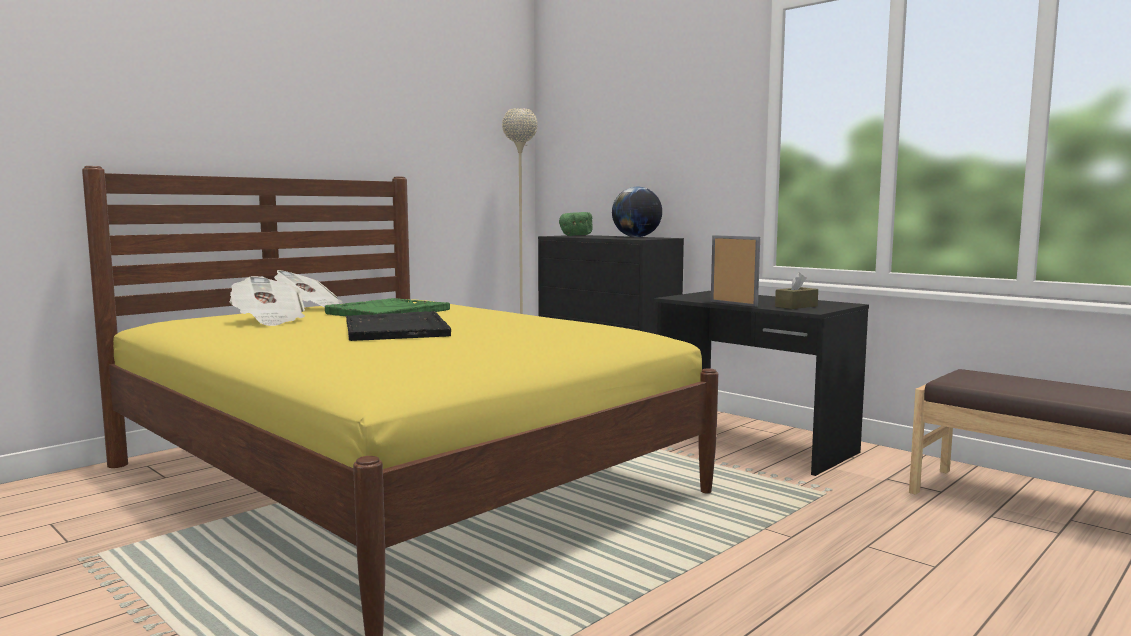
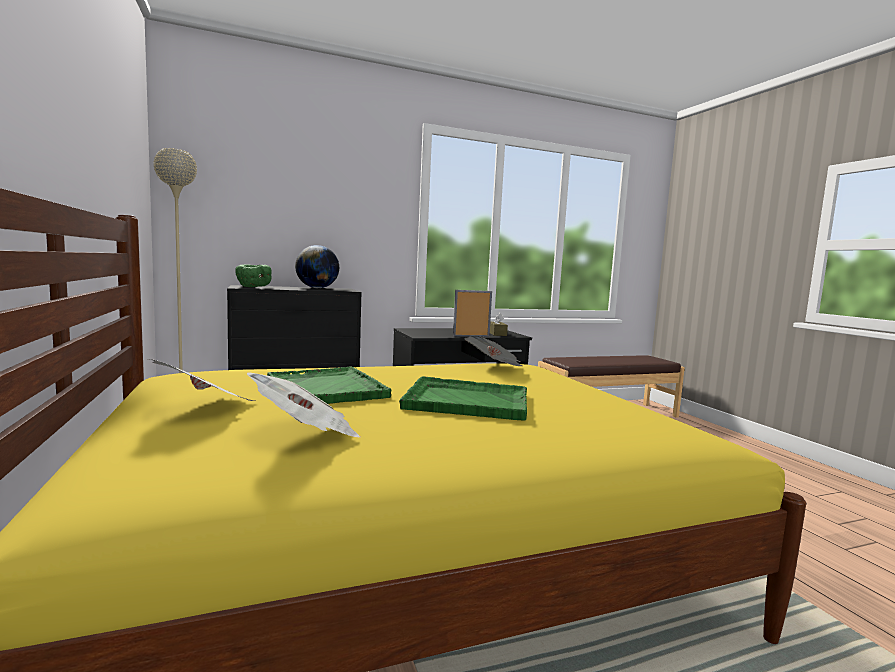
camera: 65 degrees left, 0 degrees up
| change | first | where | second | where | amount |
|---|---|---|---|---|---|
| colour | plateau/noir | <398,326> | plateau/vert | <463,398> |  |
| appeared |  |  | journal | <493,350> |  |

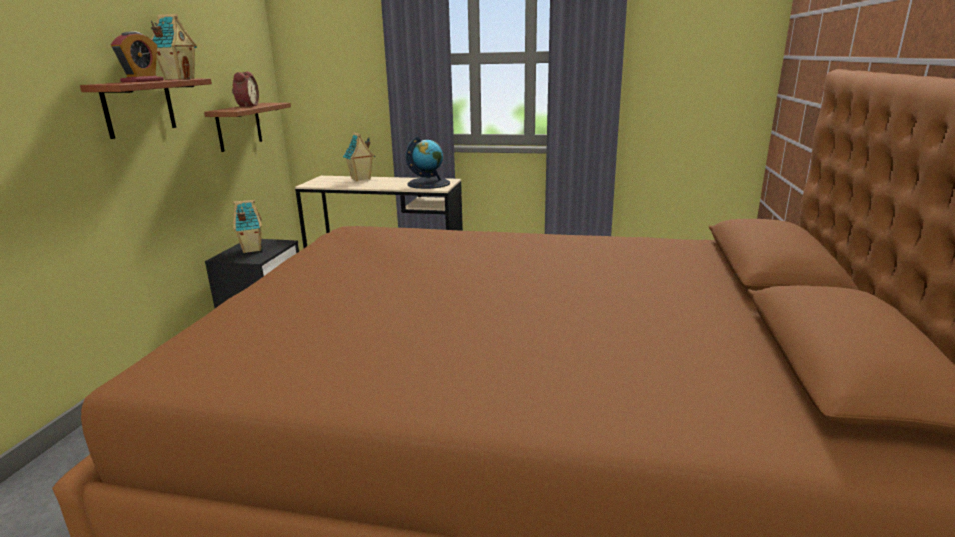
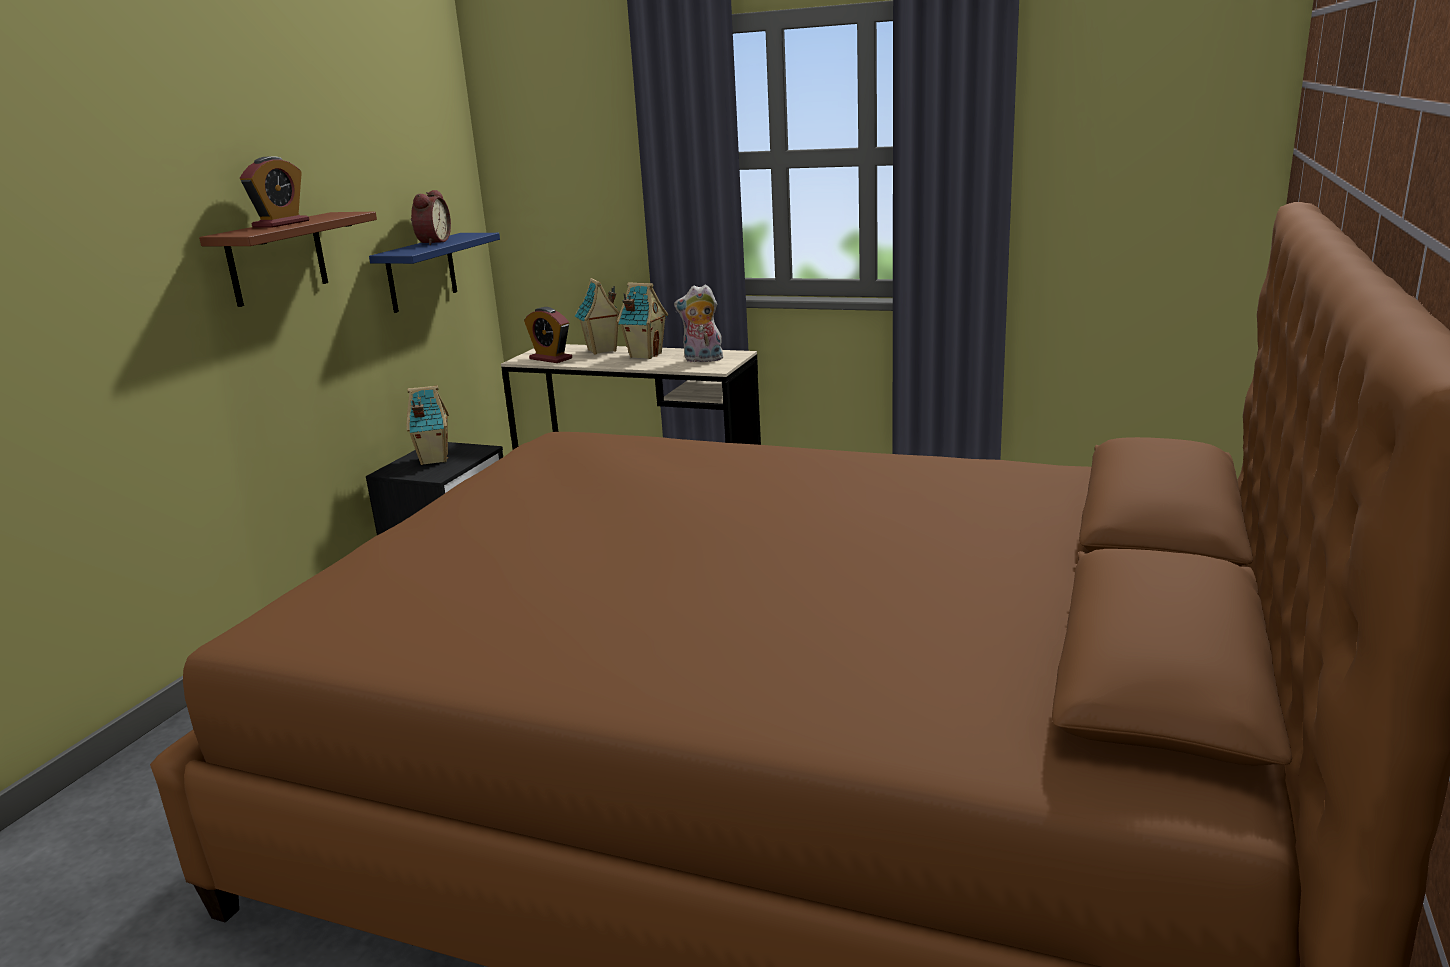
camera: 10 degrees right, 0 degrees up
| change | first | where | second | where | amount |
|---|---|---|---|---|---|
| relocated | maison miniature | <174,46> |  | <642,320> |  |
| colour | étagère/marron | <247,127> | étagère/bleu | <434,273> |  |
| exchanged | globe | <428,162> | peluche | <700,323> |  |
| appeared |  |  | réveil | <548,335> |  |

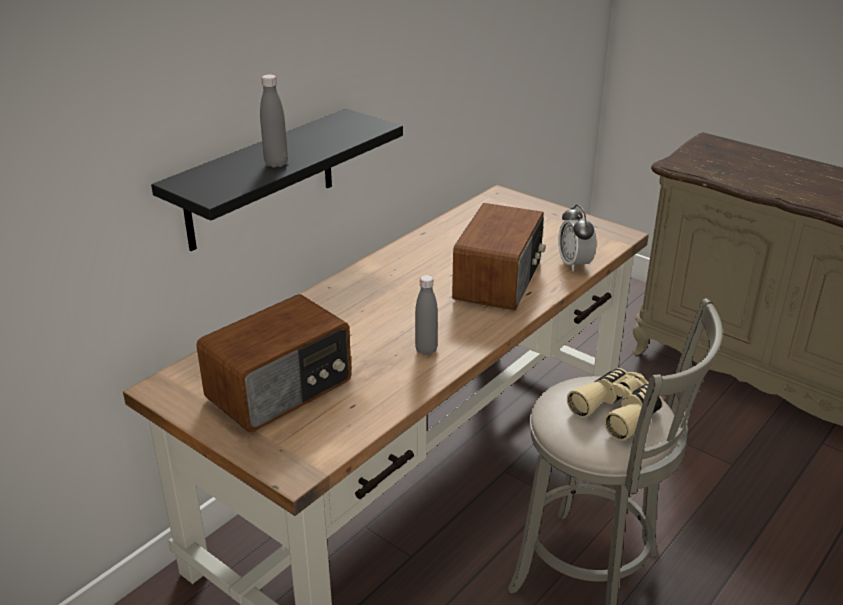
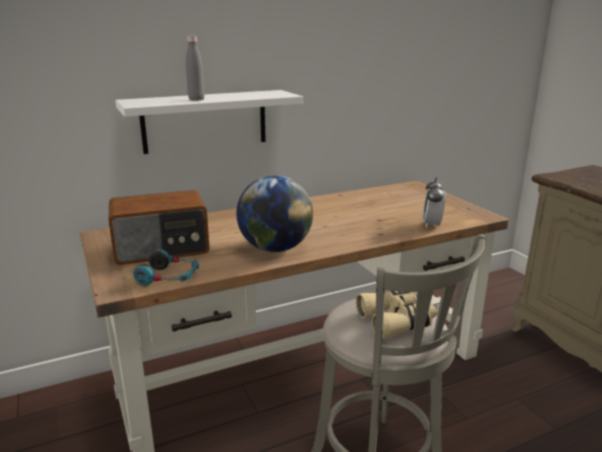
camera: 25 degrees right, 10 degrees down
| change | first | where | second | where | amount |
|---|---|---|---|---|---|
| colour | étagère/noir | <277,180> | étagère/blanc | <209,122> |  |
| missing | radio | <499,256> |  |  |  |
| exchanged | bouteille/gris | <426,315> | globe | <274,213> |  |
| appeared |  |  | casque audio | <166,267> |  |

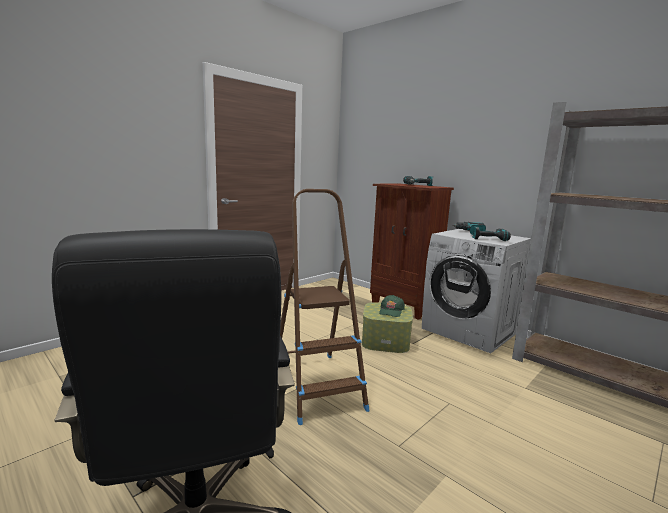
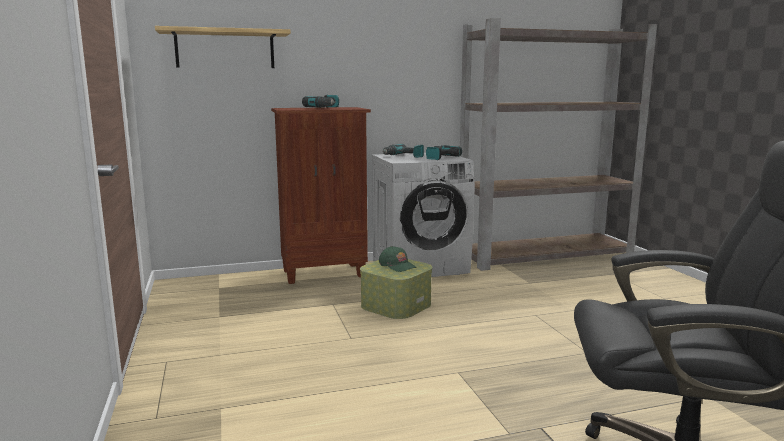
camera: 60 degrees left, 0 degrees up
| change | first | where | second | where | amount |
|---|---|---|---|---|---|
| missing | escabeau/marron | <325,307> |  |  |  |
| appeared |  |  | étagère | <223,47> |  |

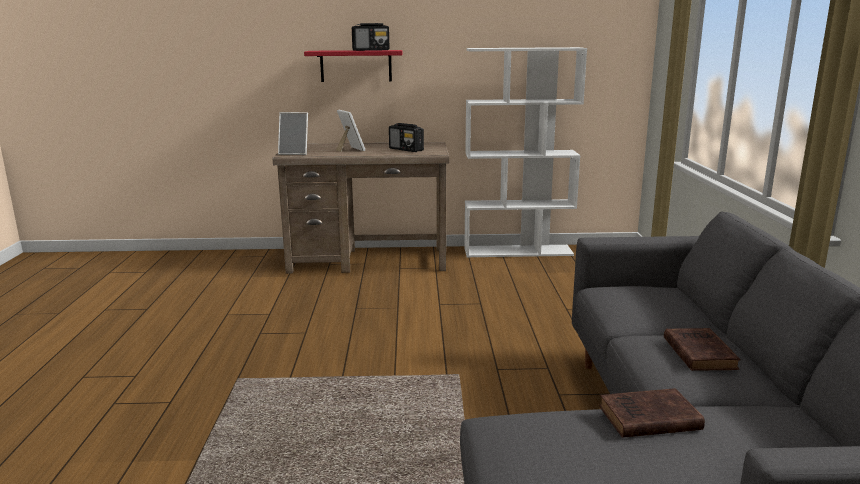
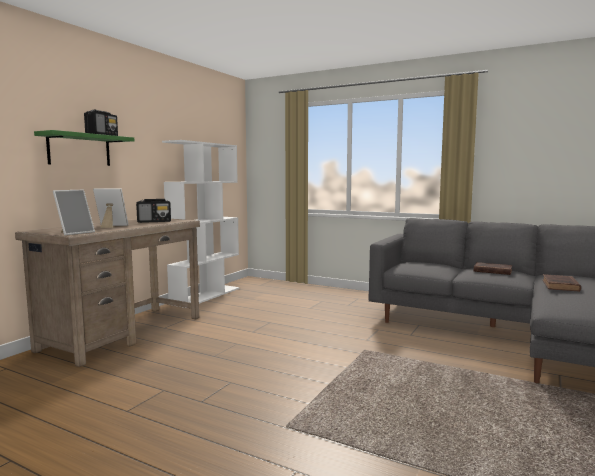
camera: 60 degrees left, 10 degrees down
| change | first | where | second | where | amount |
|---|---|---|---|---|---|
| colour | étagère/rouge | <353,66> | étagère/vert | <84,148> |  |

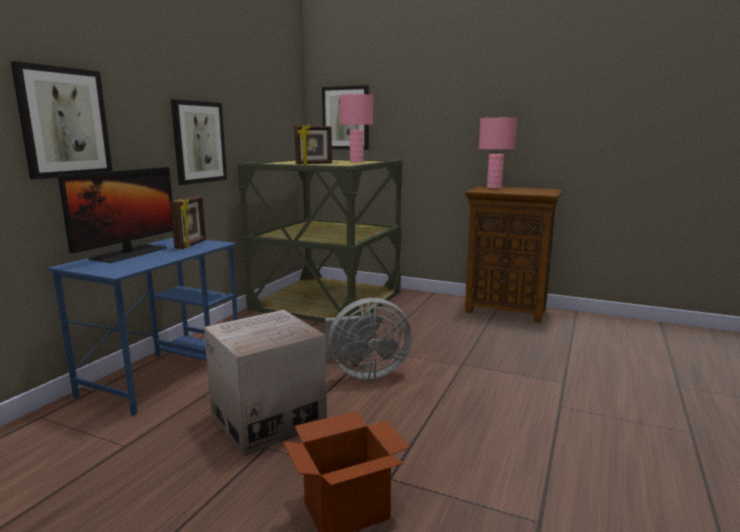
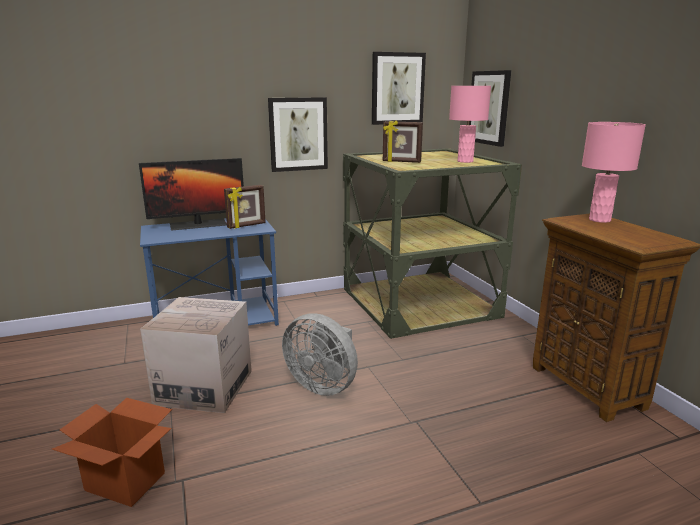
camera: 45 degrees right, 5 degrees up
| change | first | where | second | where | amount |
|---|---|---|---|---|---|
| relocated | tableau | <61,120> |  | <399,88> |  |

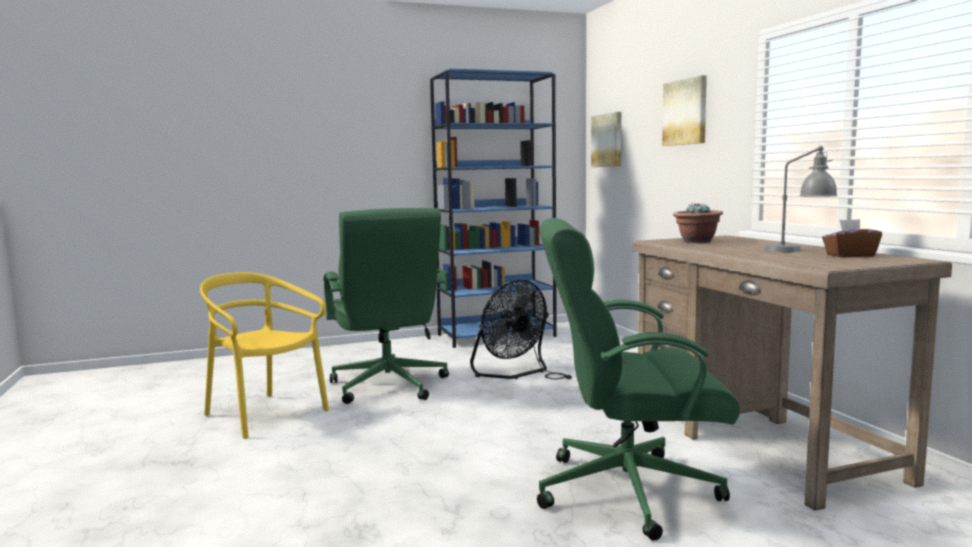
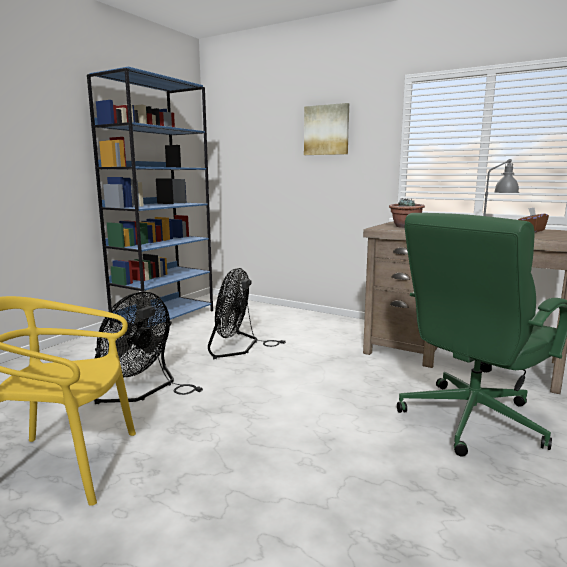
camera: 40 degrees left, 5 degrees up
| change | first | where | second | where | amount |
|---|---|---|---|---|---|
| missing | tableau | <606,139> |  |  |  |
| exchanged | chaise de bureau/vert | <386,306> | ventilateur/noir | <149,348> |  |

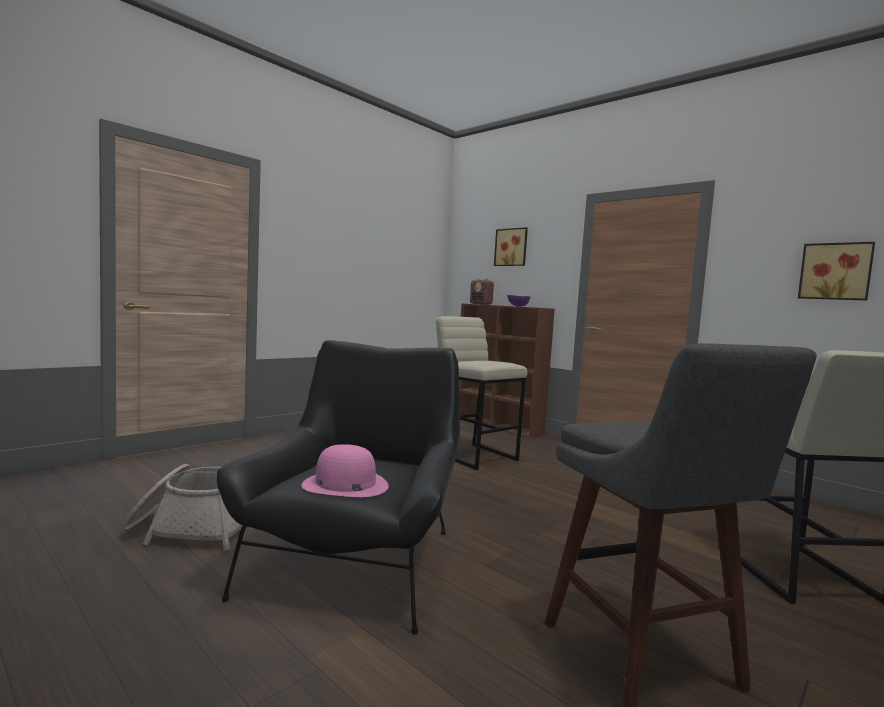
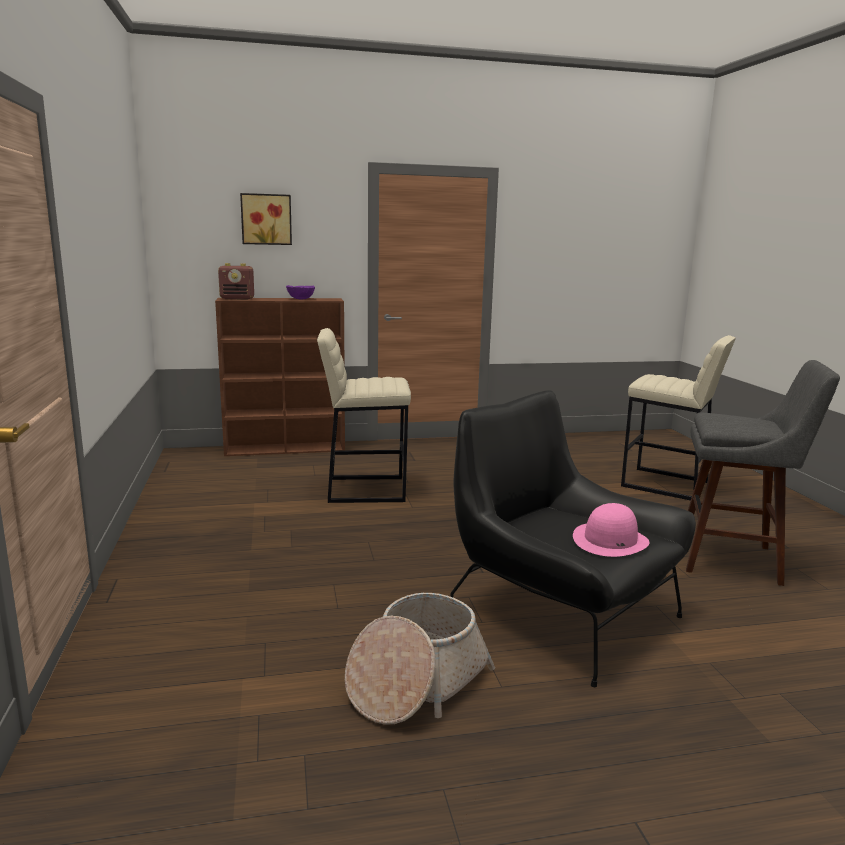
camera: 55 degrees left, 10 degrees up
| change | first | where | second | where | amount |
|---|---|---|---|---|---|
| missing | tableau | <836,271> |  |  |  |

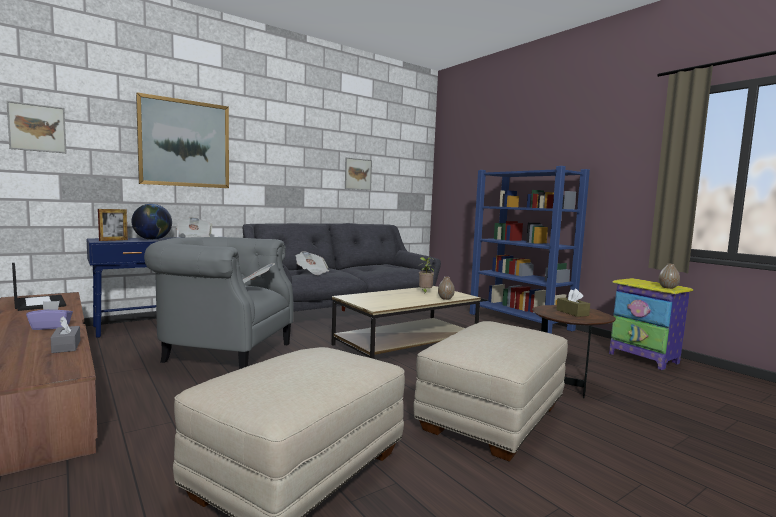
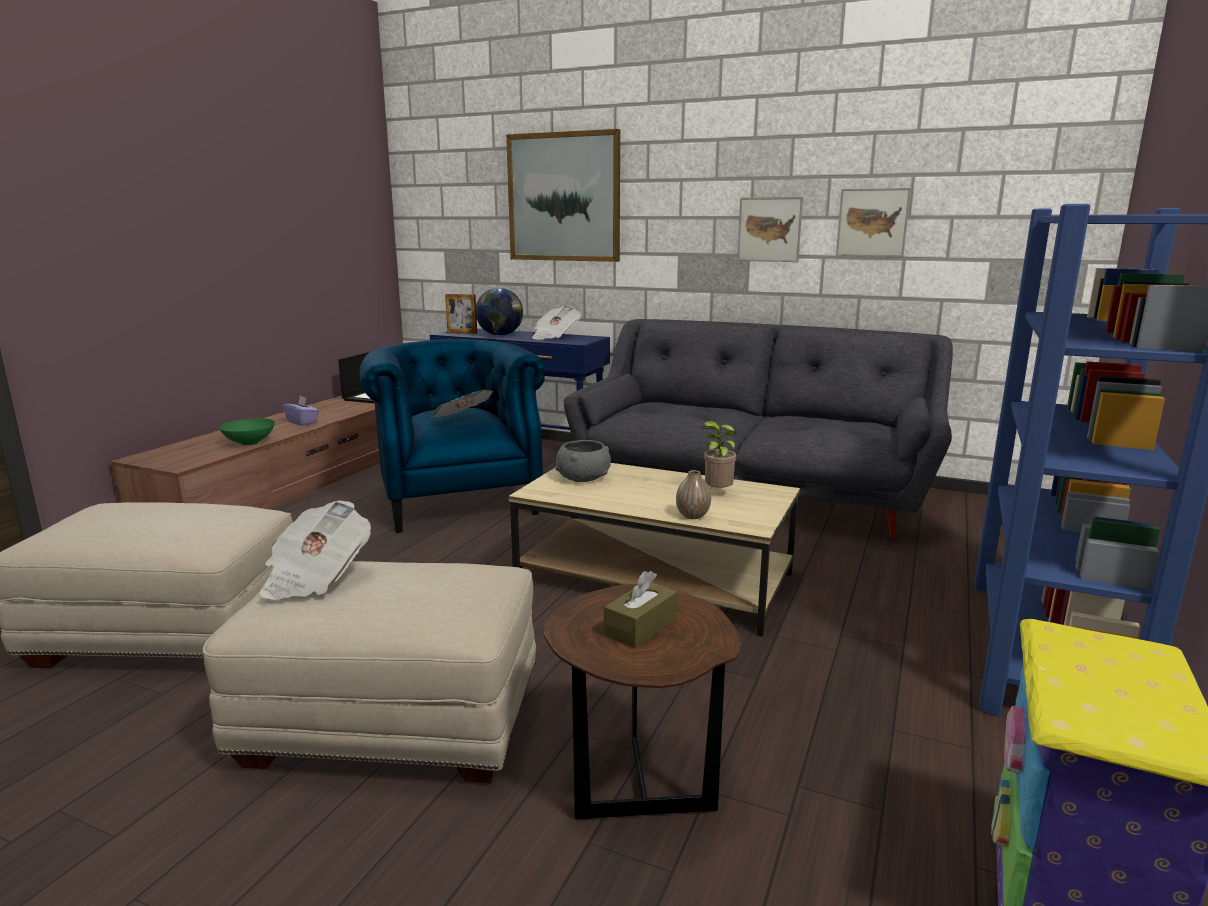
camera: 60 degrees right, 10 degrees up
| change | first | where | second | where | amount |
|---|---|---|---|---|---|
| relocated | tableau | <36,127> |  | <770,229> |  |
| colour | fauteuil/gris | <219,303> | fauteuil/bleu | <452,436> |  |
| relocated | journal | <312,263> |  | <315,550> |  |
| missing | vase | <669,276> |  |  |  |
| exchanged | boîte à mouchoirs/gris | <65,334> | bol/vert | <247,431> |  |
| appeared |  |  | bol/gris | <583,461> |  |

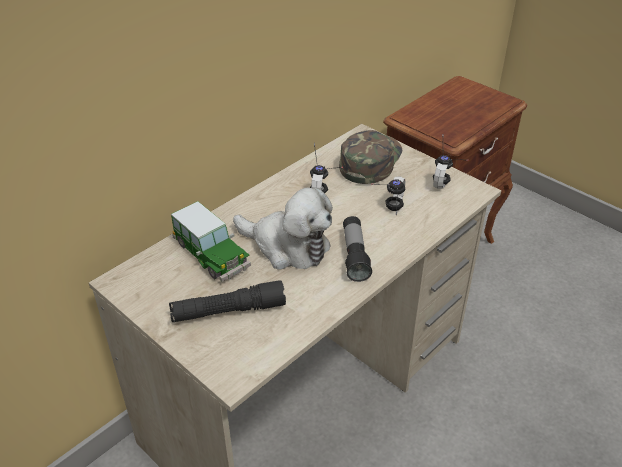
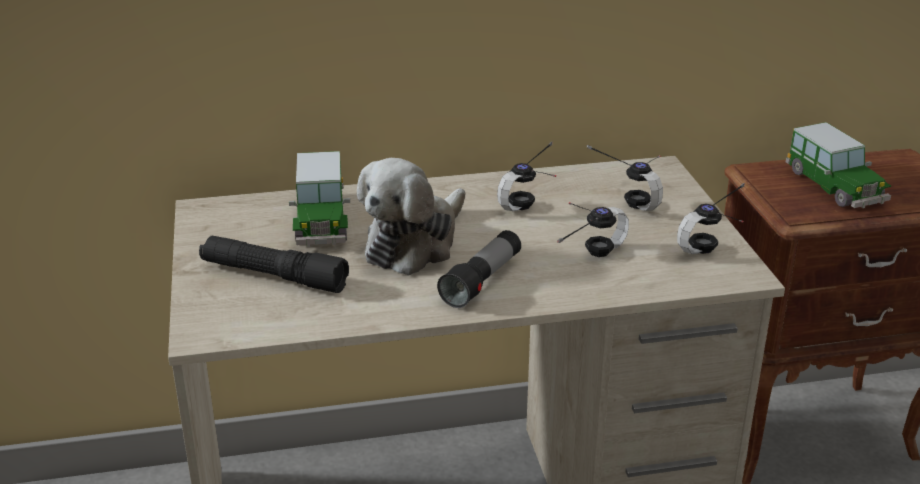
camera: 35 degrees right, 10 degrees down
| change | first | where | second | where | amount |
|---|---|---|---|---|---|
| exchanged | casquette/vert | <371,157> | casque audio | <625,178> |  |
| spun | peluche | <283,229> |  | <411,217> | 60 degrees clockwise |
| appeared |  |  | petite voiture | <838,165> |  |

